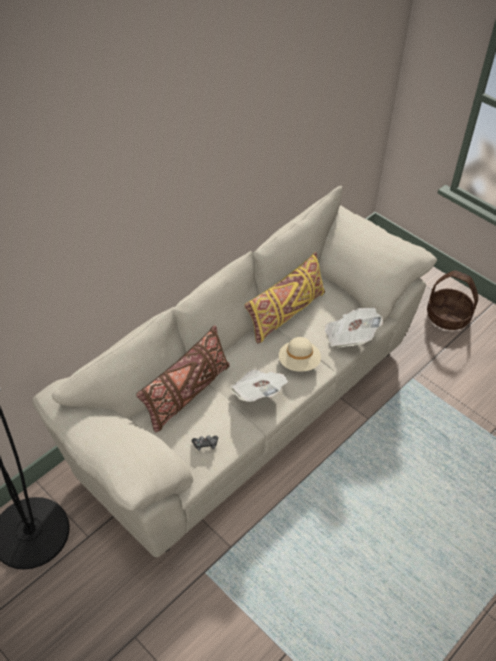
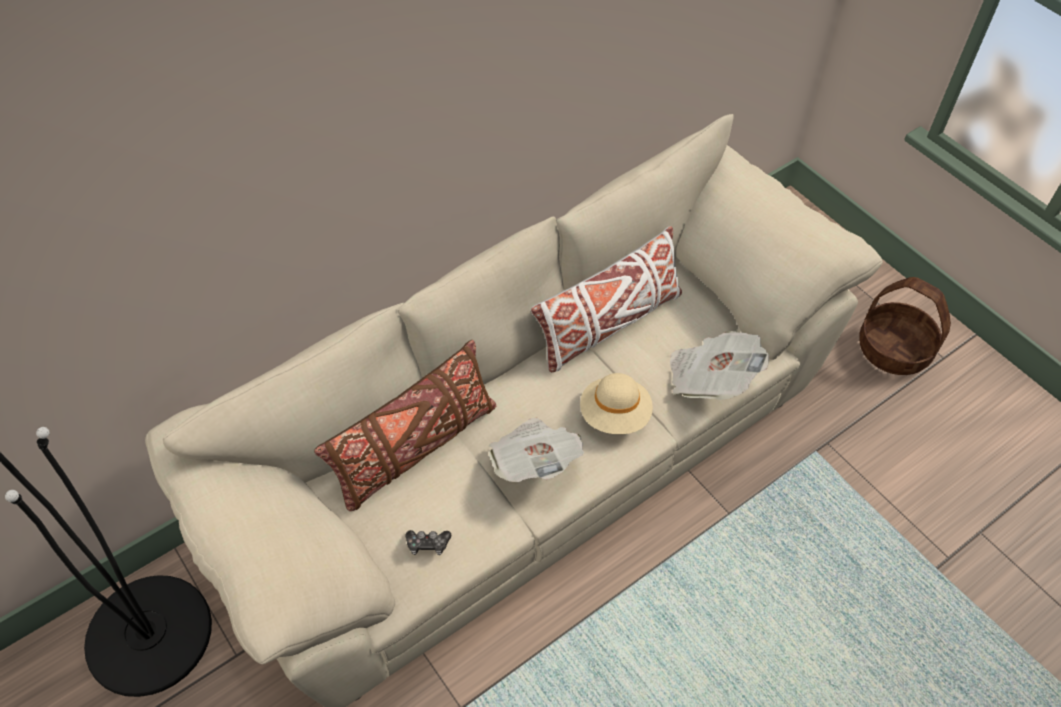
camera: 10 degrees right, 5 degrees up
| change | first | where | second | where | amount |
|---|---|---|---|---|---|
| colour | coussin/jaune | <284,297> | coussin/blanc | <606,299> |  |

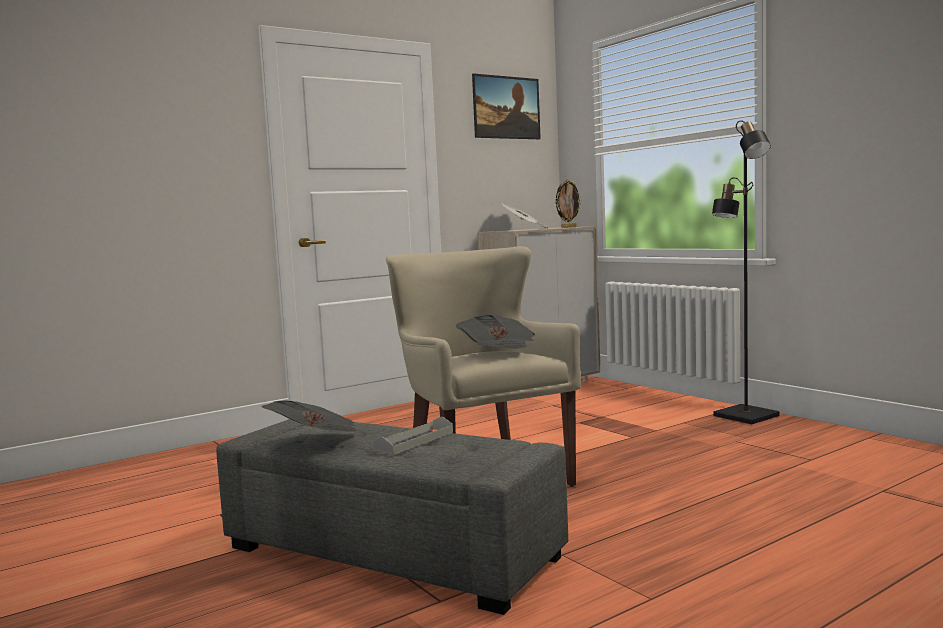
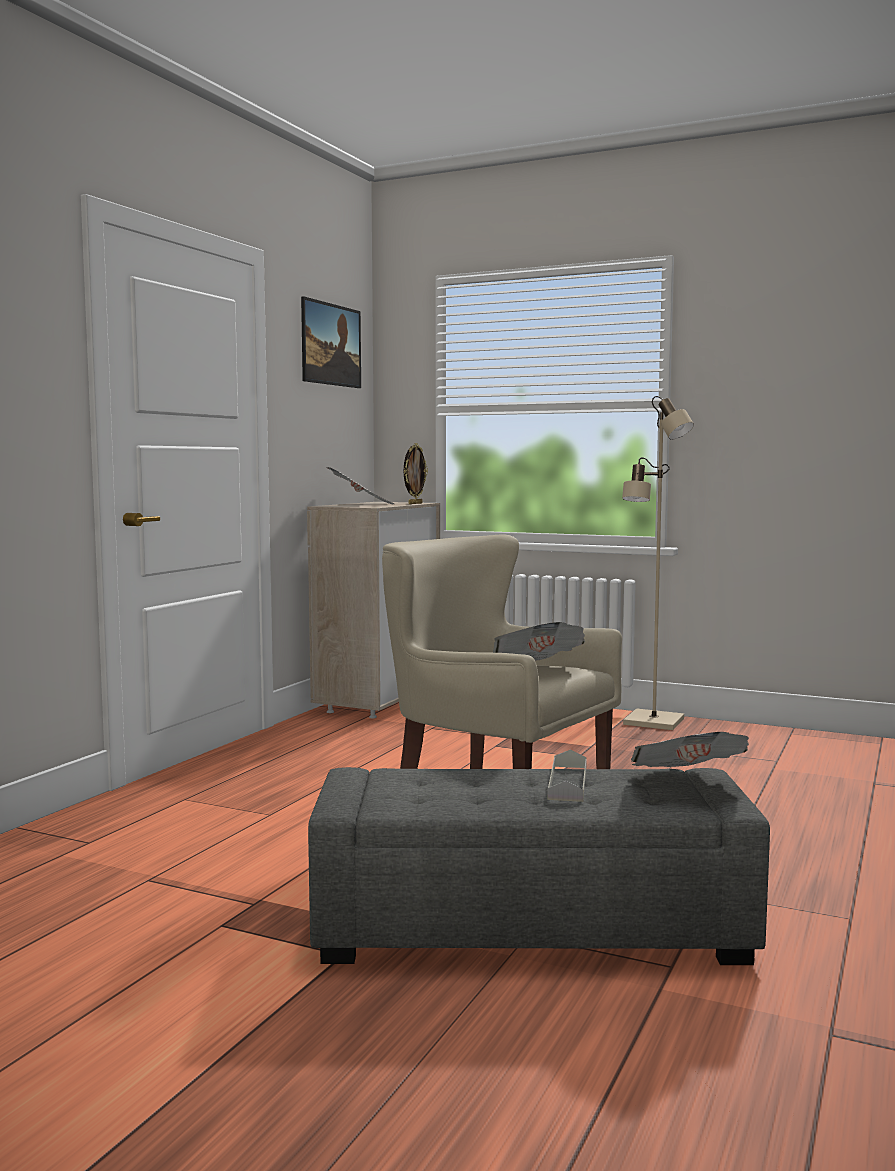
camera: 30 degrees left, 0 degrees up
| change | first | where | second | where | amount |
|---|---|---|---|---|---|
| colour | lampadaire/noir | <745,272> | lampadaire/beige | <658,563> |  |
| relocated | journal | <310,416> |  | <690,749> |  |

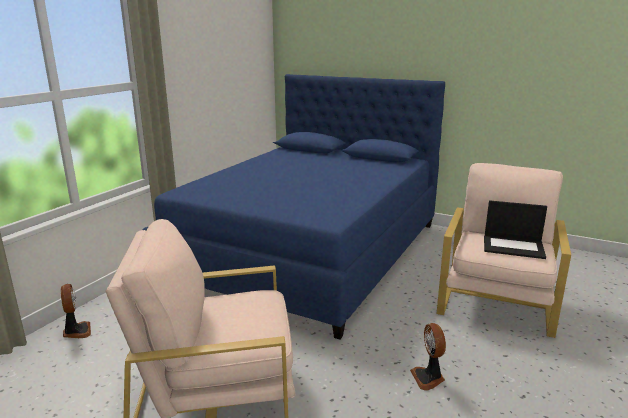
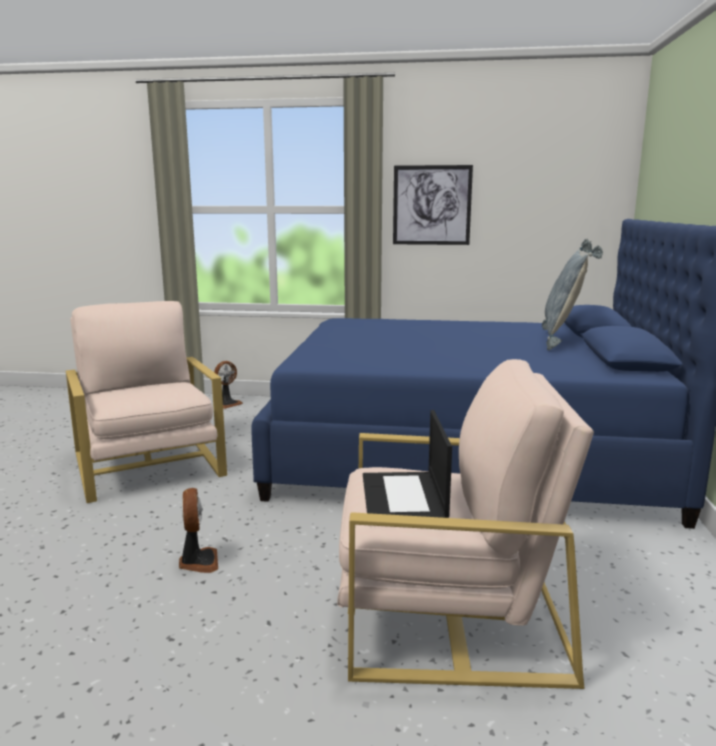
camera: 70 degrees right, 5 degrees down
| change | first | where | second | where | amount |
|---|---|---|---|---|---|
| spun | ventilateur | <428,357> |  | <198,530> | 105 degrees clockwise |
| appeared |  |  | tableau | <433,205> |  |
| appeared |  |  | coussin | <572,295> |  |

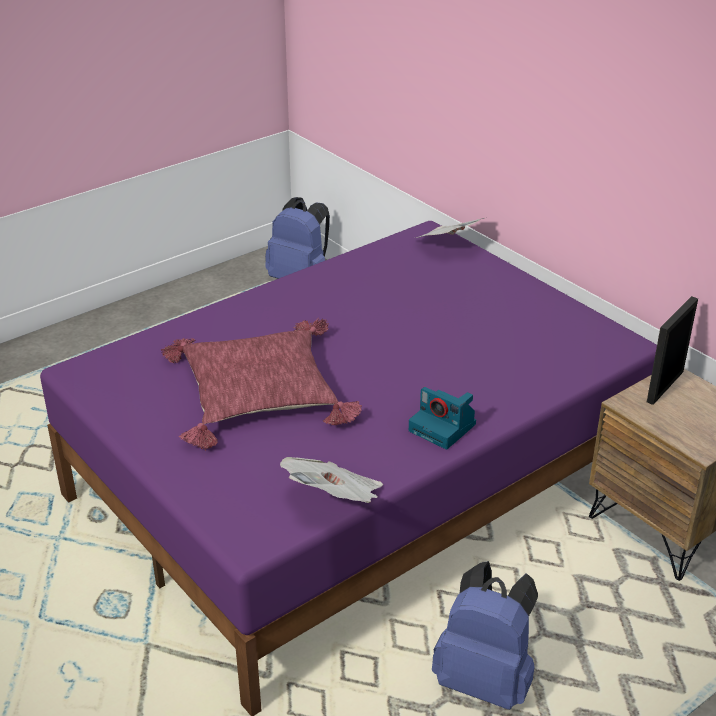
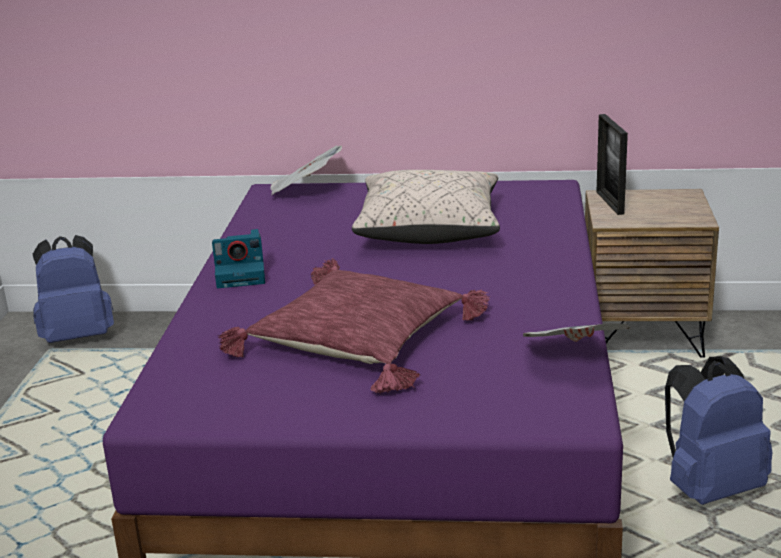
camera: 45 degrees left, 10 degrees down
| change | first | where | second | where | amount |
|---|---|---|---|---|---|
| relocated | appareil photo | <442,418> |  | <238,258> |  |
| appeared |  |  | coussin/beige | <426,207> |  |

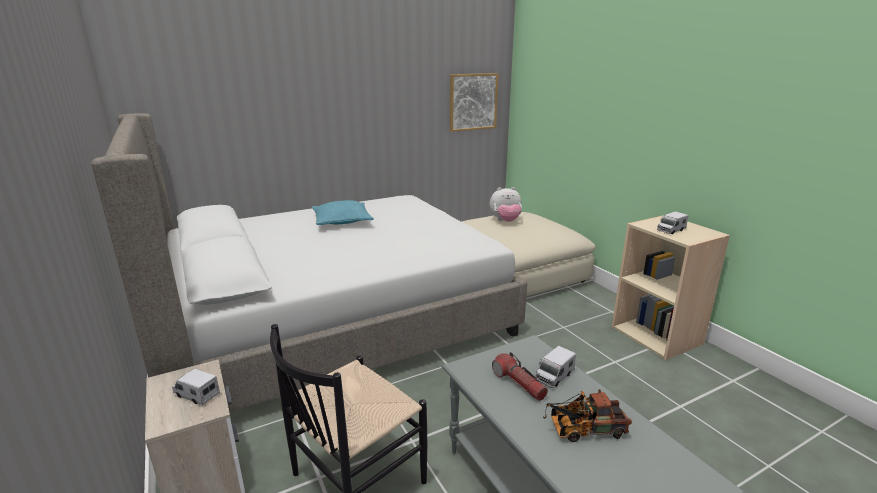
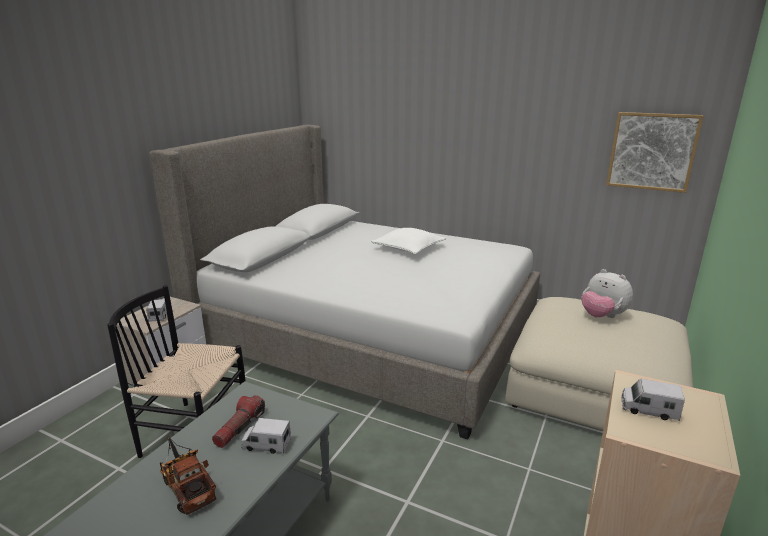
camera: 55 degrees right, 0 degrees up
| change | first | where | second | where | amount |
|---|---|---|---|---|---|
| colour | coussin/turquoise | <343,212> | coussin/blanc | <408,241> |  |

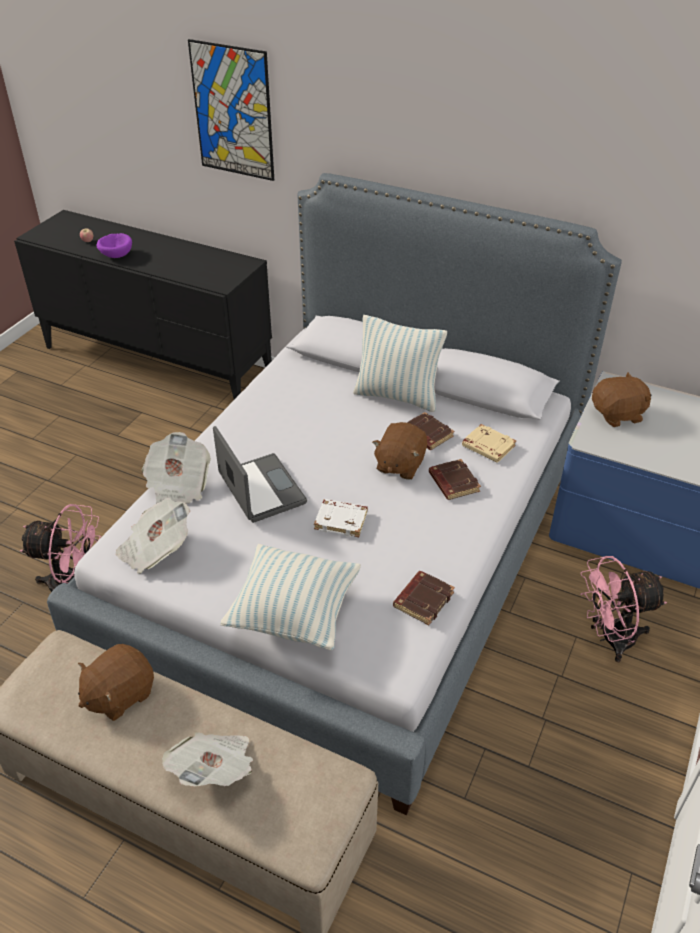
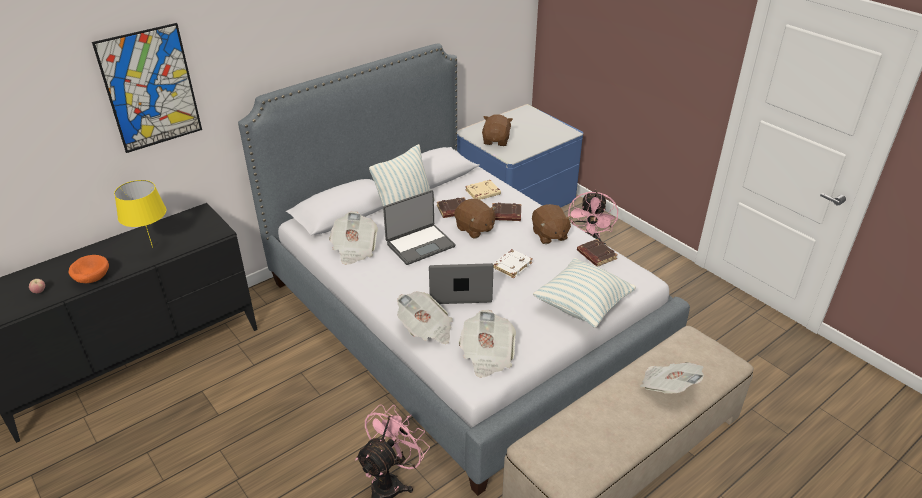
camera: 65 degrees left, 5 degrees down
| change | first | where | second | where | amount |
|---|---|---|---|---|---|
| colour | bol/violet | <114,245> | bol/orange | <89,269> |  |
| relocated | peluche/marron | <116,682> |  | <552,224> |  |
| appeared |  |  | lampe de table/jaune | <140,214> |  |
| appeared |  |  | ordinateur portable | <419,227> |  |
| appeared |  |  | journal | <353,238> |  |

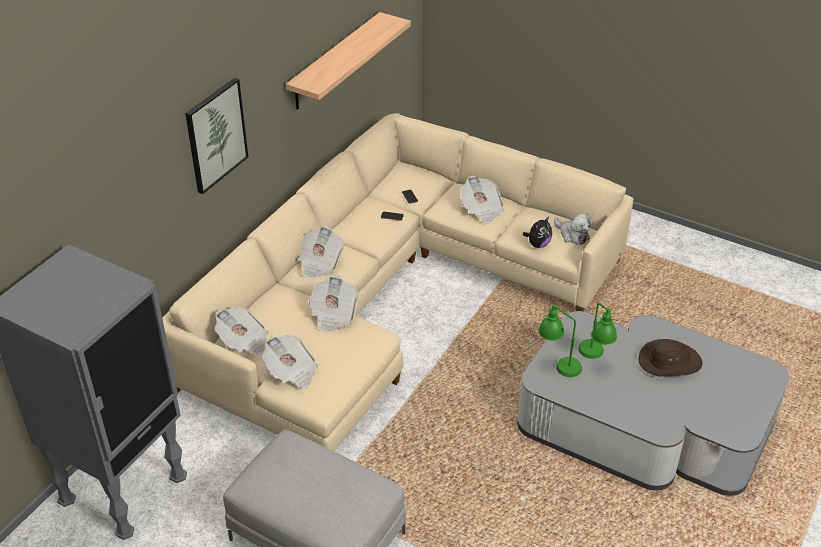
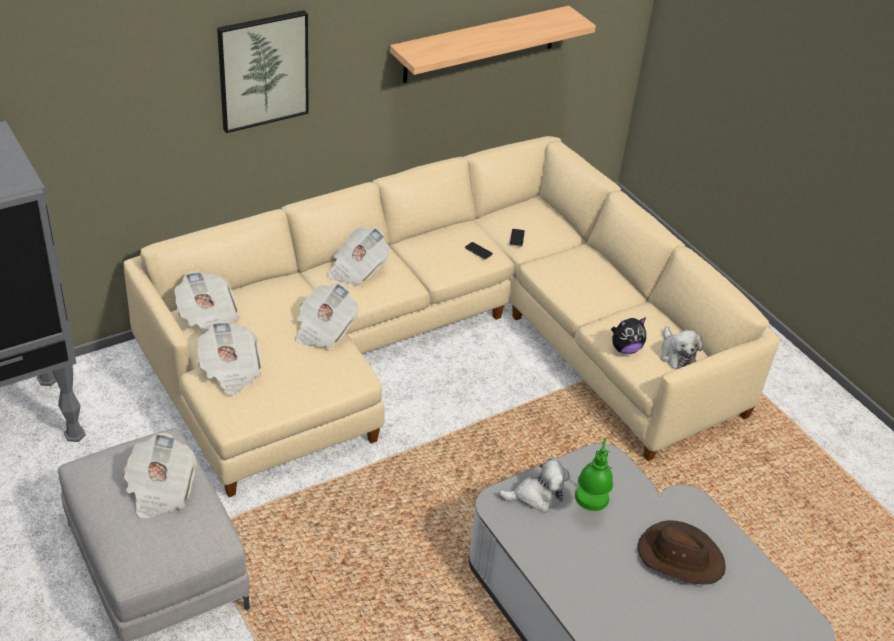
camera: 25 degrees right, 0 degrees up
| change | first | where | second | where | amount |
|---|---|---|---|---|---|
| relocated | journal | <482,200> |  | <160,475> |  |
| exchanged | lampe de table/vert | <560,340> | peluche | <534,485> |  |

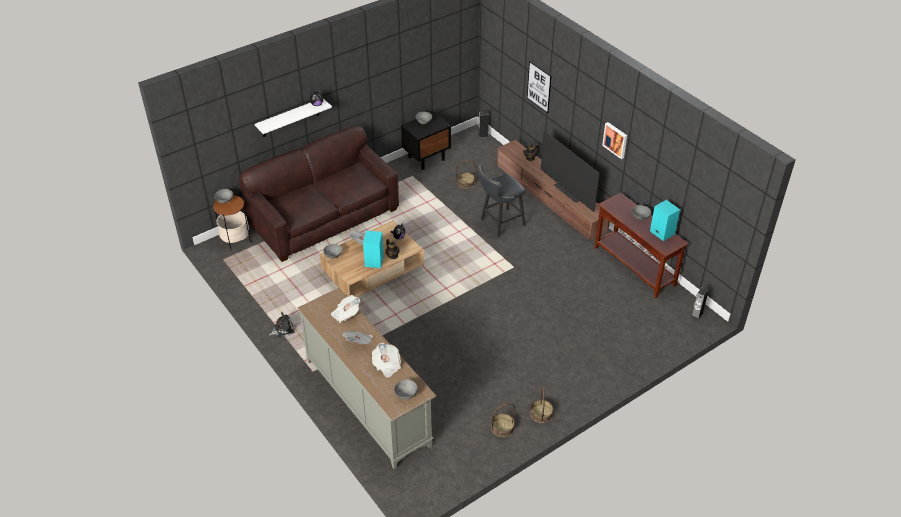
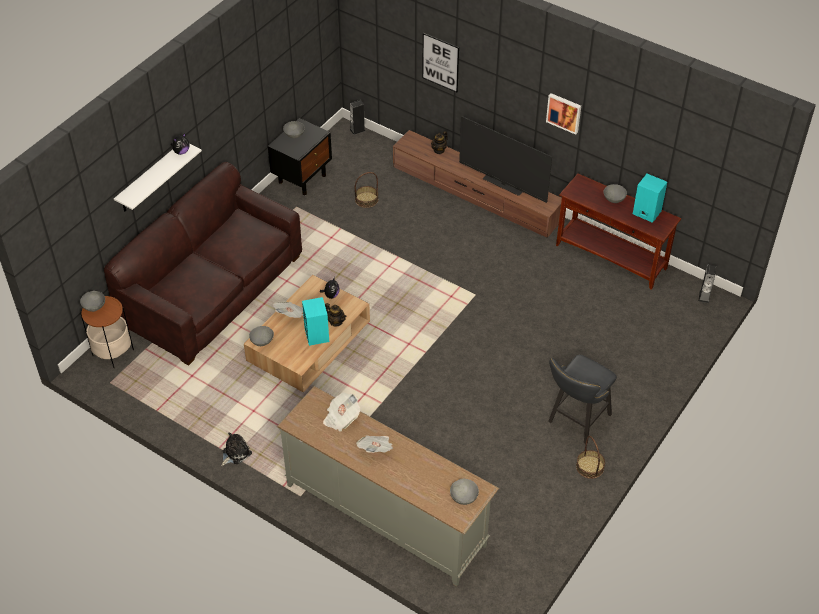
camera: 20 degrees left, 5 degrees up
| change | first | where | second | where | amount |
|---|---|---|---|---|---|
| relocated | tabouret/gris | <501,200> |  | <582,399> |  |
| missing | journal | <386,360> |  |  |  |
| missing | panier | <503,420> |  |  |  |

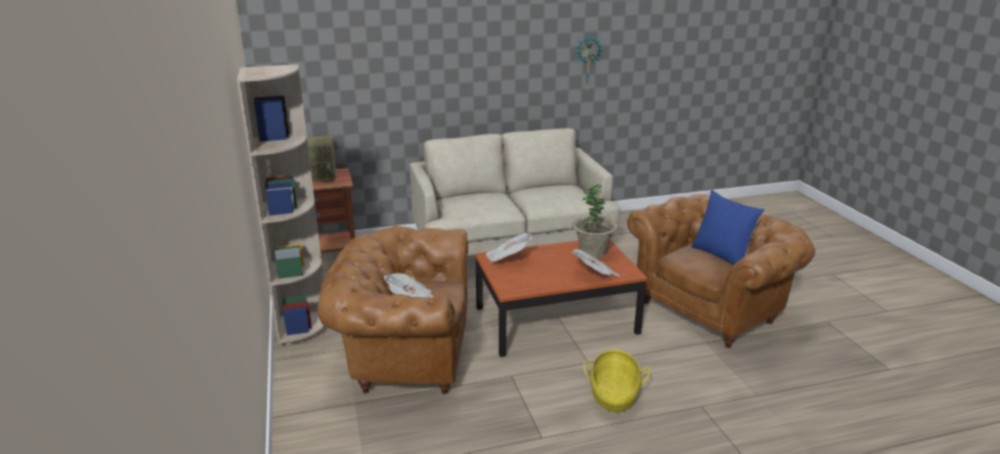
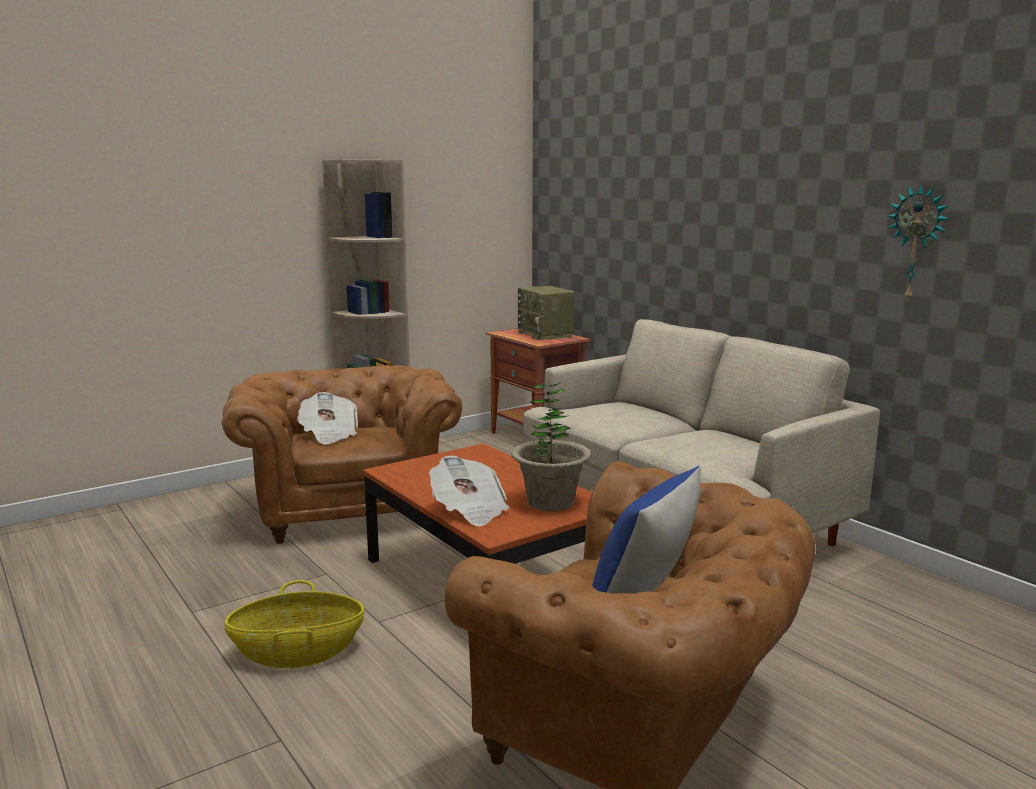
camera: 70 degrees right, 10 degrees down
| change | first | where | second | where | amount |
|---|---|---|---|---|---|
| missing | journal | <509,248> |  |  |  |

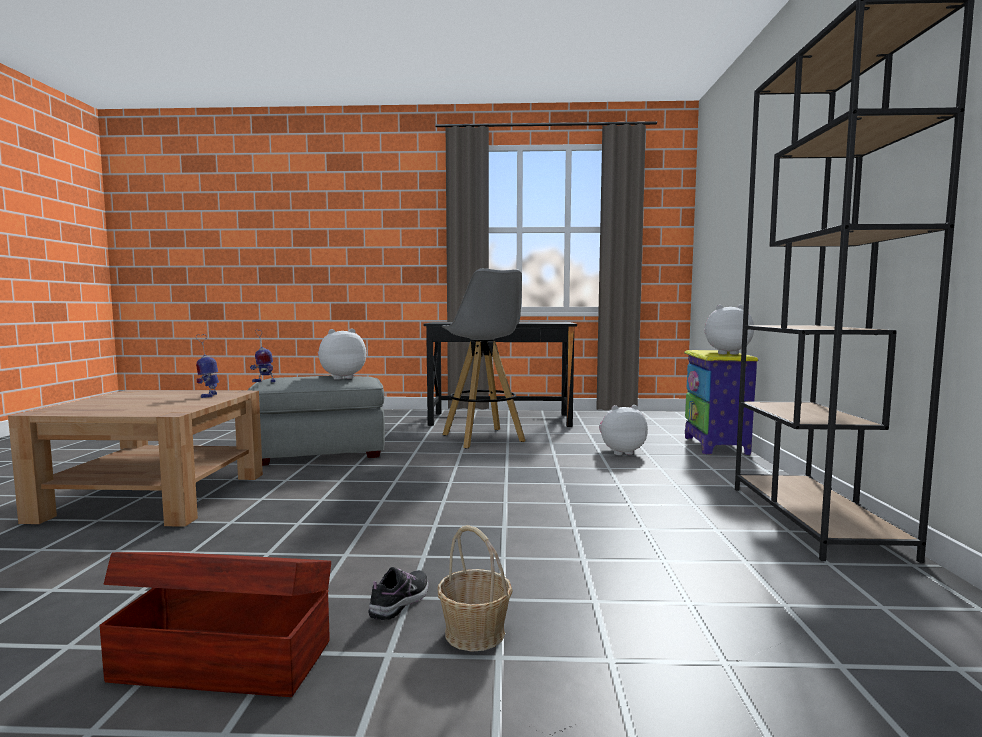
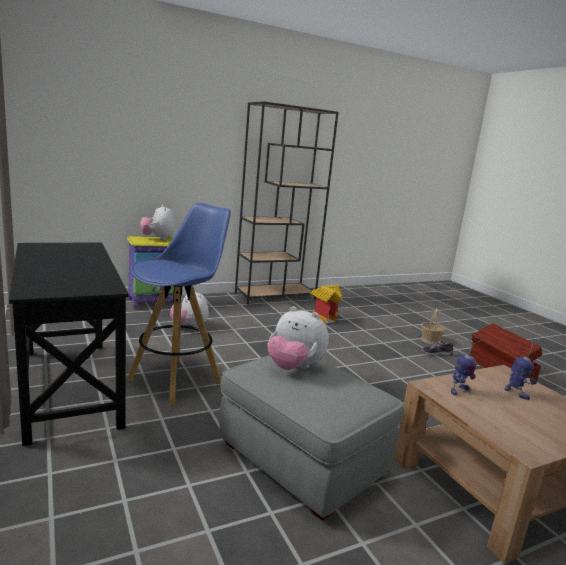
camera: 120 degrees left, 10 degrees up
| change | first | where | second | where | amount |
|---|---|---|---|---|---|
| colour | tabouret/gris | <484,358> | tabouret/bleu | <179,304> |  |
| relocated | robot jouet | <263,356> |  | <521,368> |  |
| appeared |  |  | maison miniature | <326,303> |  |

